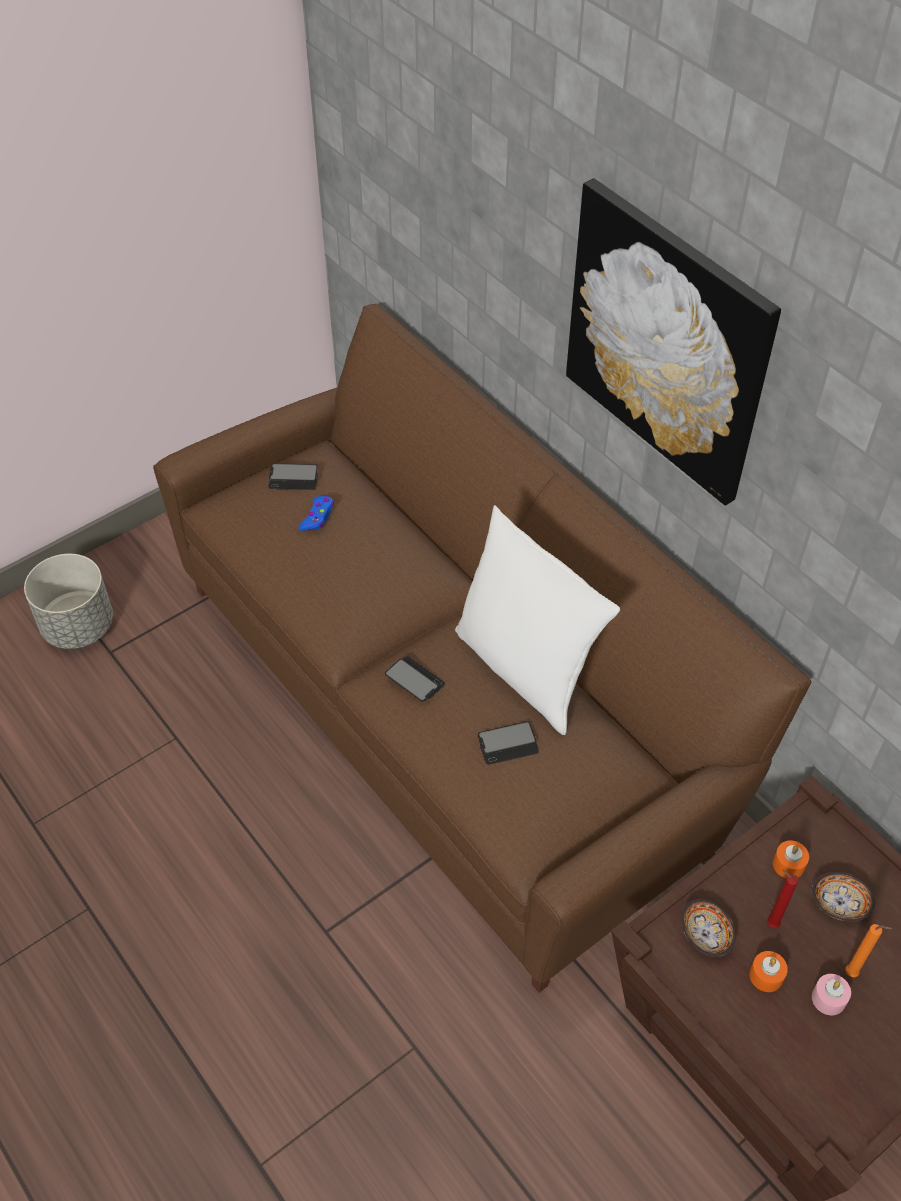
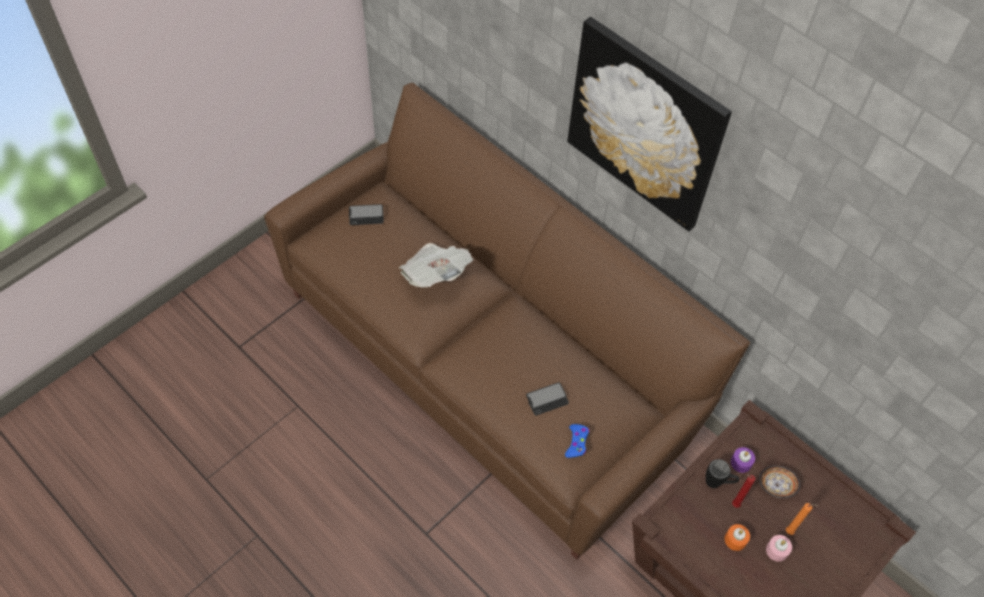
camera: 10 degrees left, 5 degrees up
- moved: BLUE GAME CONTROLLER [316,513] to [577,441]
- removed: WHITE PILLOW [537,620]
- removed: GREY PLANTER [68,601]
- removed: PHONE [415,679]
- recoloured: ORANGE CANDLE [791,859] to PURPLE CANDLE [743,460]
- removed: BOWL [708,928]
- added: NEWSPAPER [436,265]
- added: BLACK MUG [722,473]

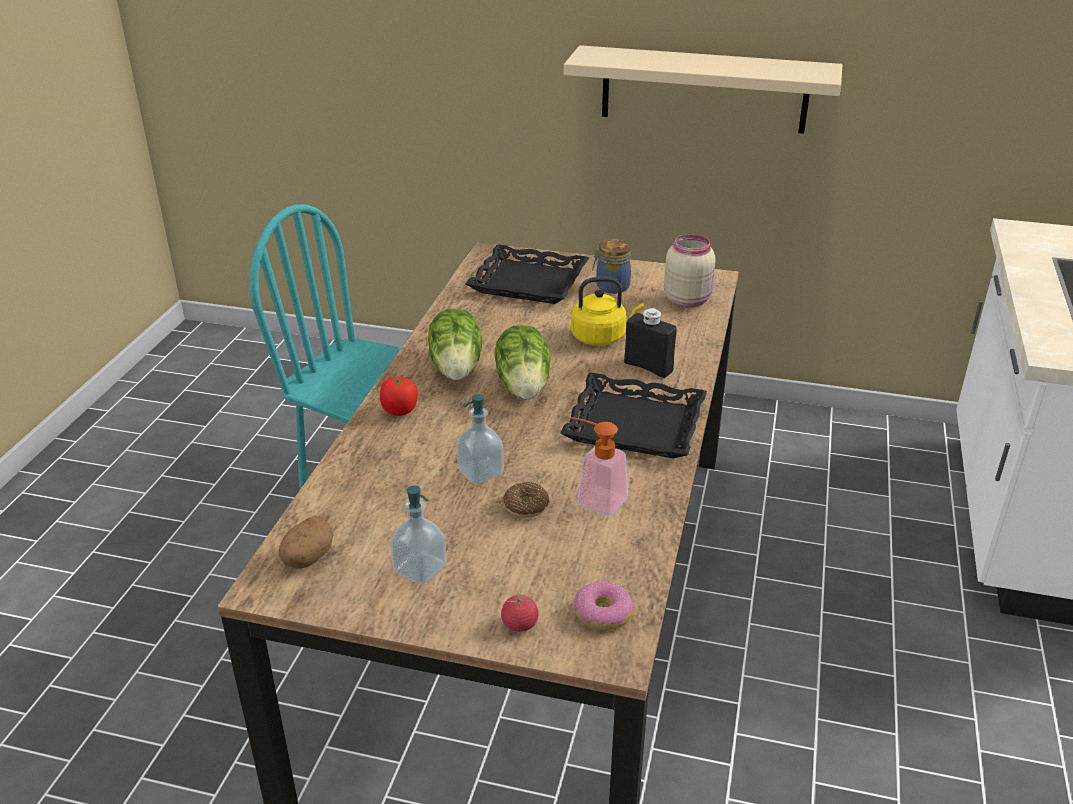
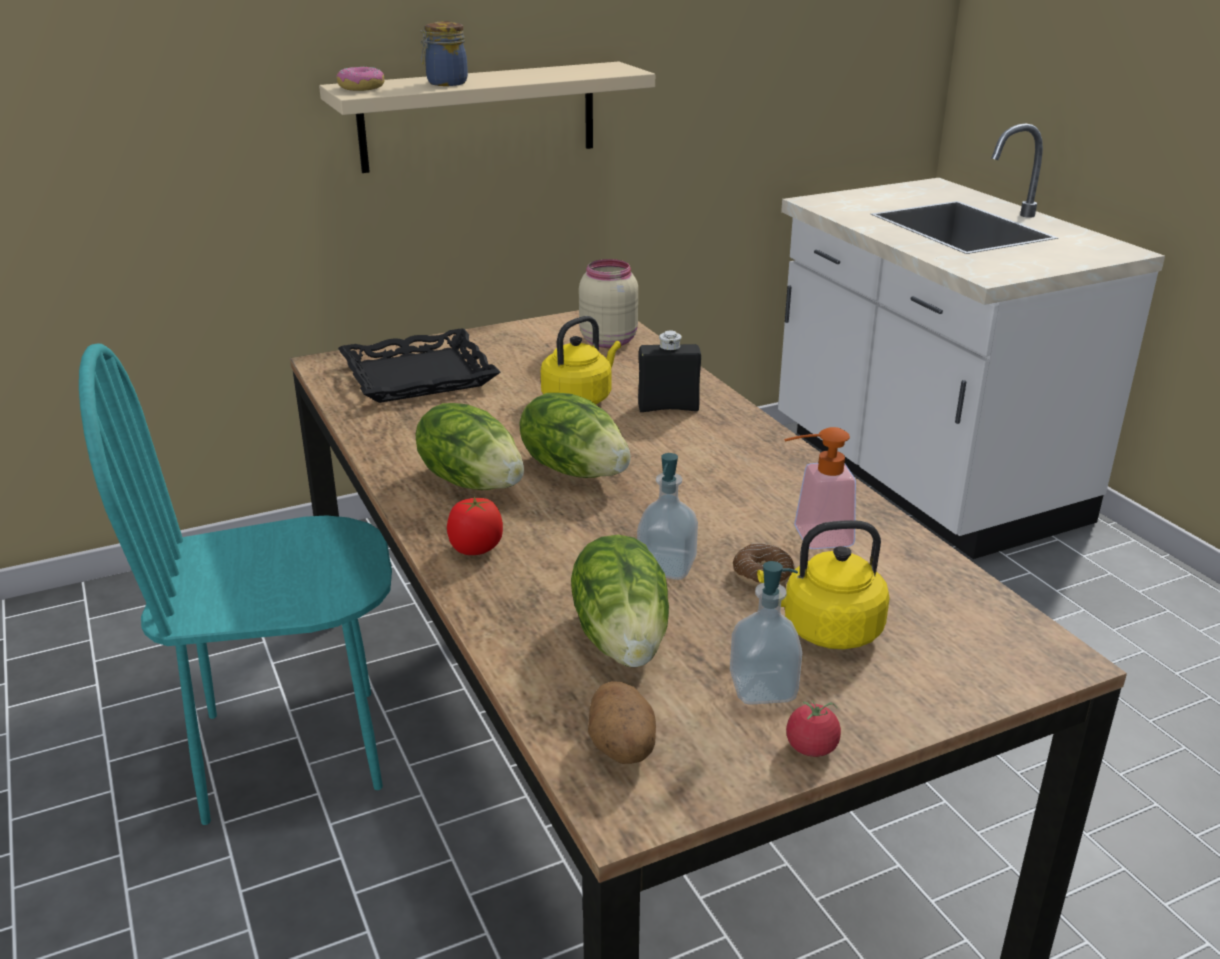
camera: 40 degrees left, 5 degrees down
- moved: JAR [611,266] to [444,53]
- removed: BLACK TRAY [633,415]
- moved: DONUT [604,606] to [360,78]
- moved: TOMATO [519,612] to [813,729]
- added: YELLOW KETTLE [823,584]
- added: LETTUCE [620,601]

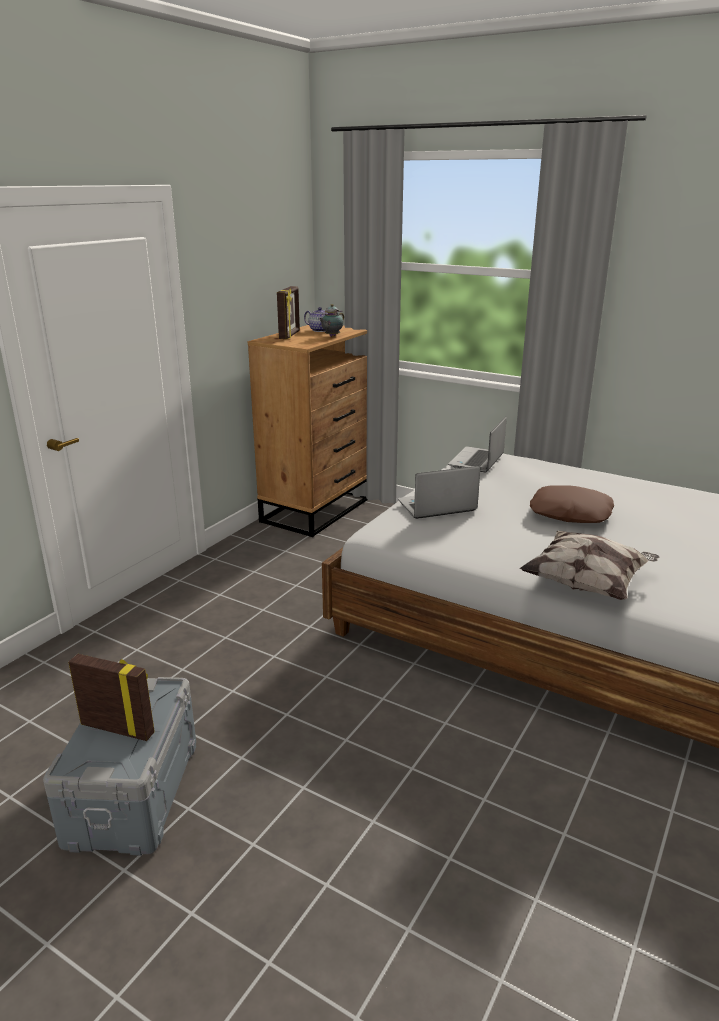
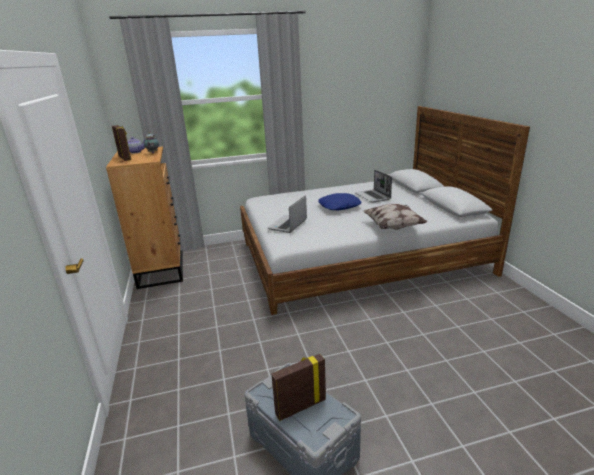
camera: 45 degrees left, 0 degrees up
- moved: LAPTOP [477,444] to [374,186]
- recoloured: BROWN PILLOW [572,504] to BLUE PILLOW [339,201]

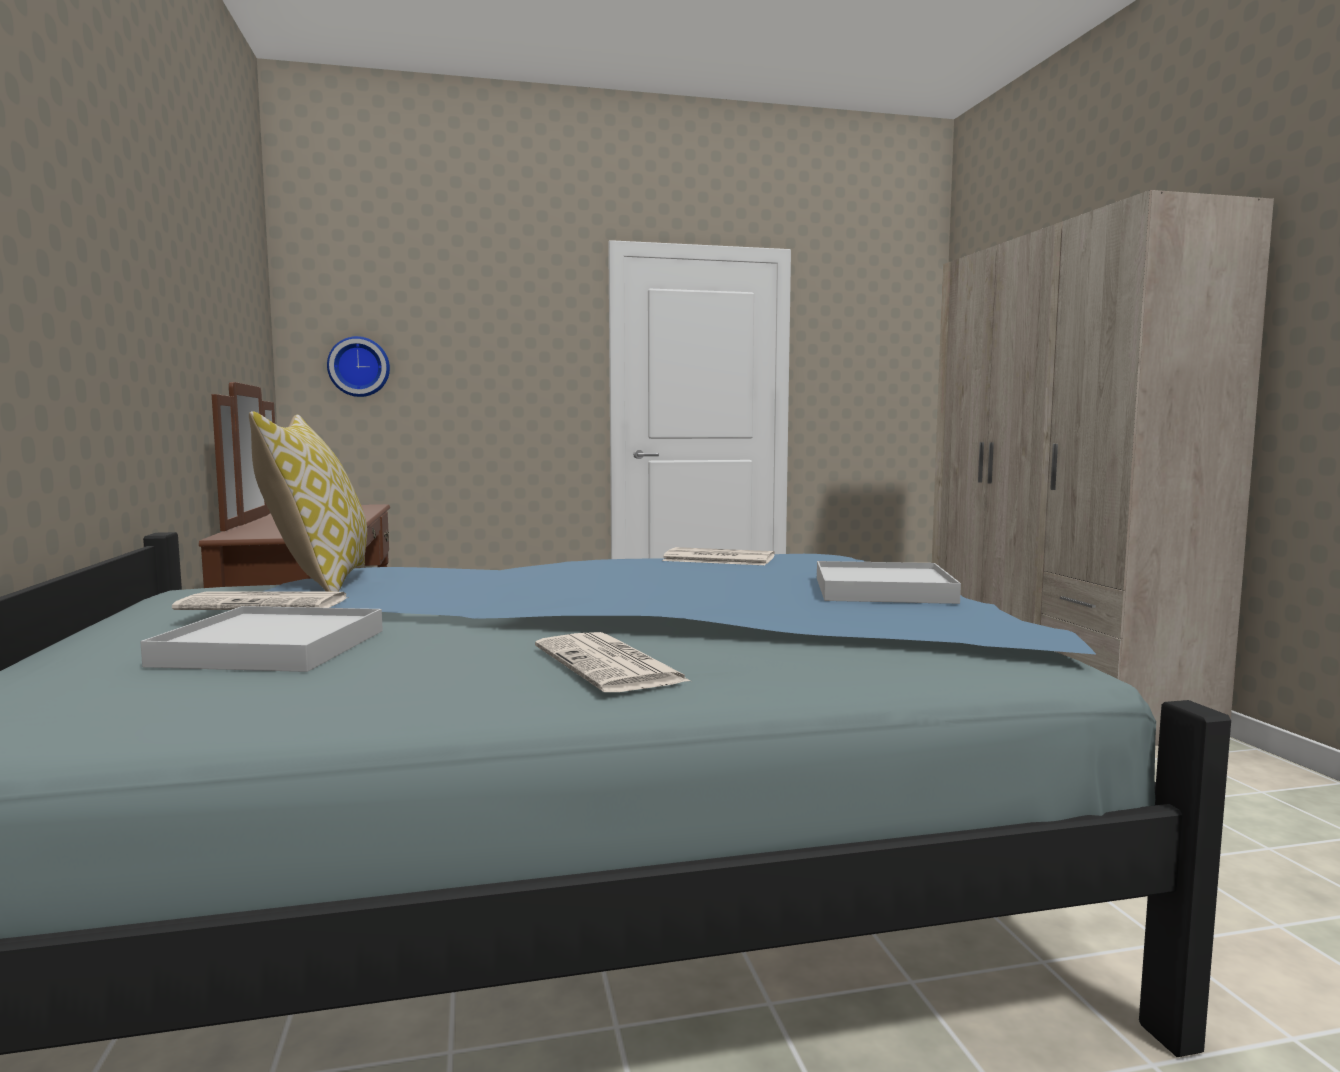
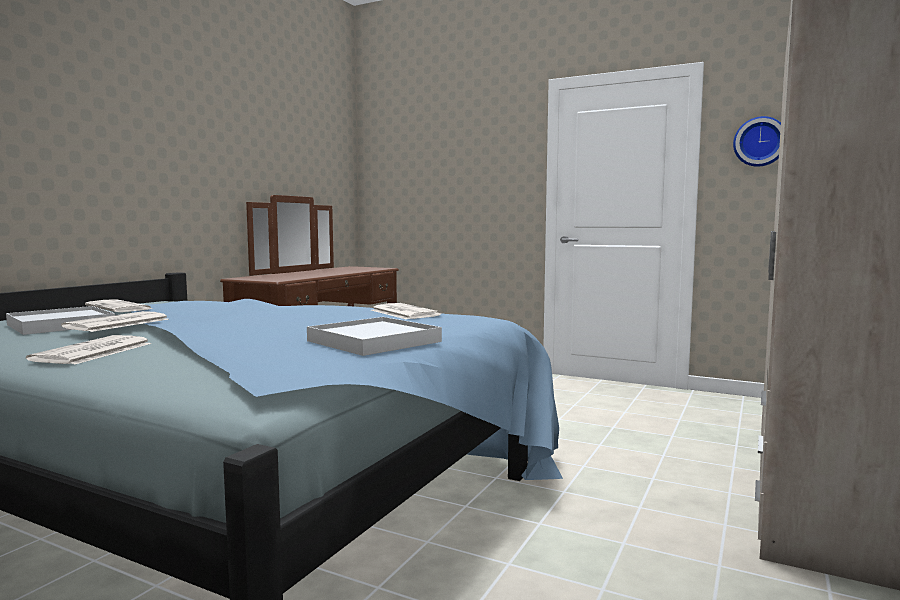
camera: 40 degrees right, 0 degrees up
- moved: WALL CLOCK [358,366] to [757,141]
- removed: PILLOW [308,501]
- added: NEWSPAPER [114,321]

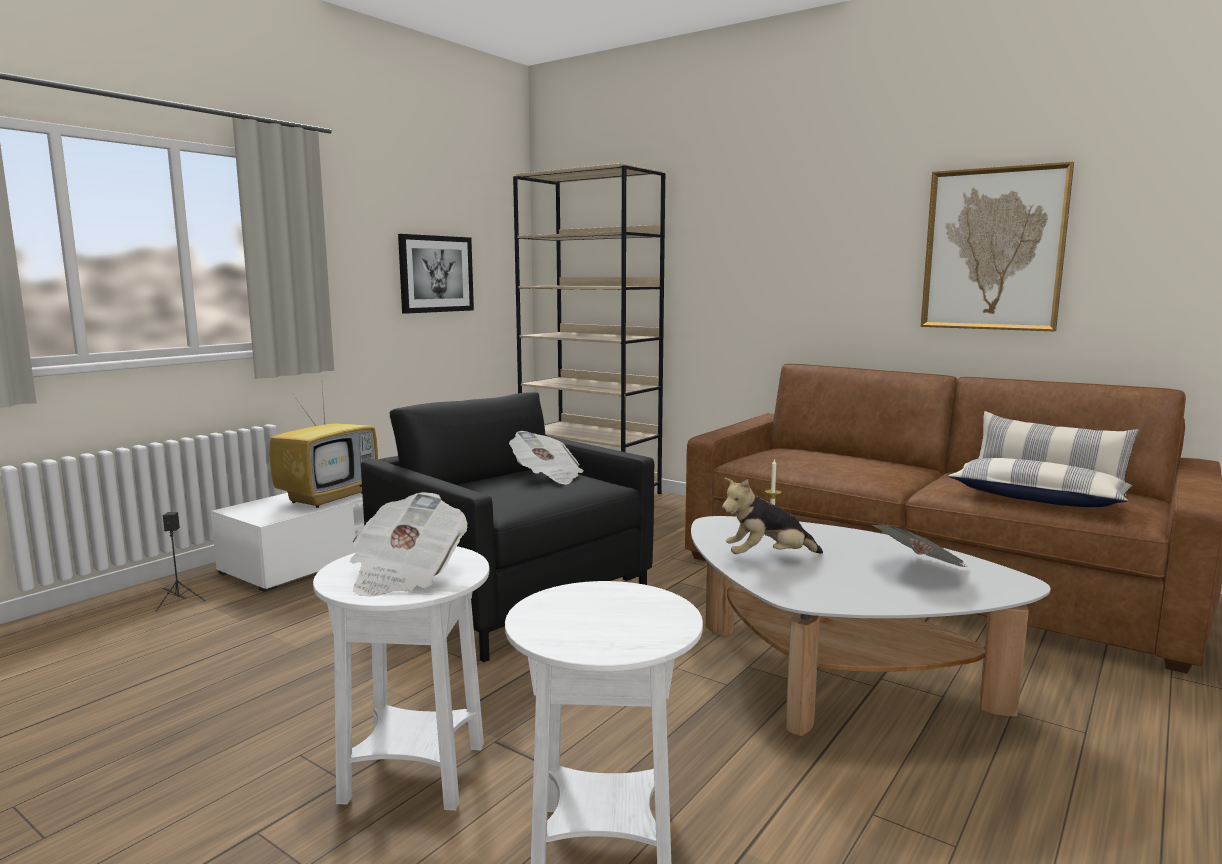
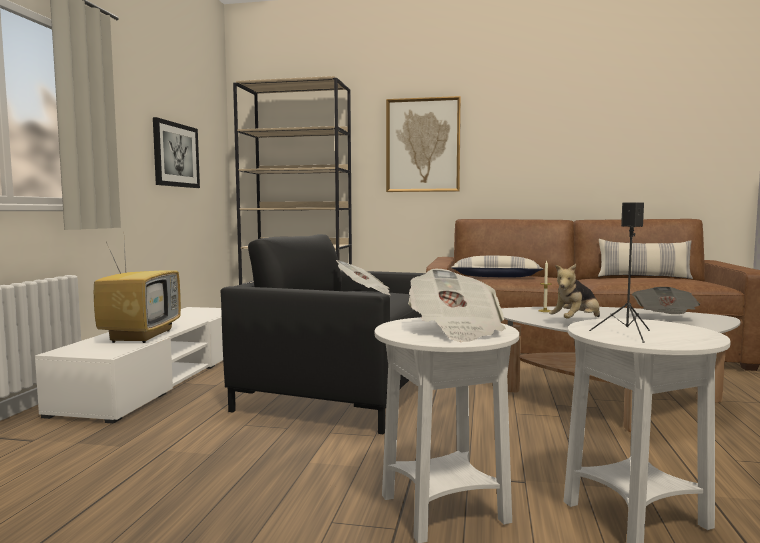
camera: 25 degrees left, 5 degrees down
- moved: PICTURE [997,246] to [423,144]
- moved: PILLOW [1040,482] to [497,267]
- moved: BLACK SPEAKER [181,561] to [619,272]

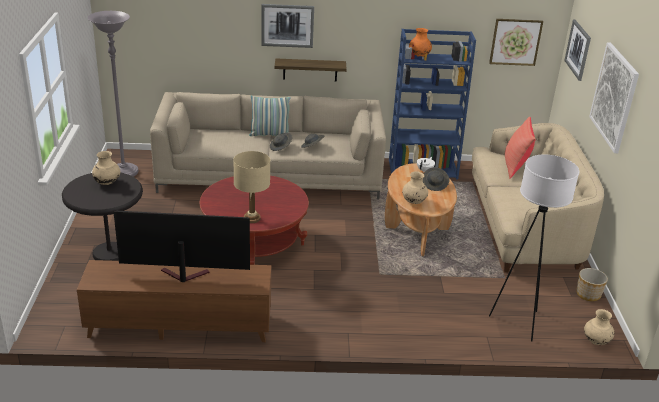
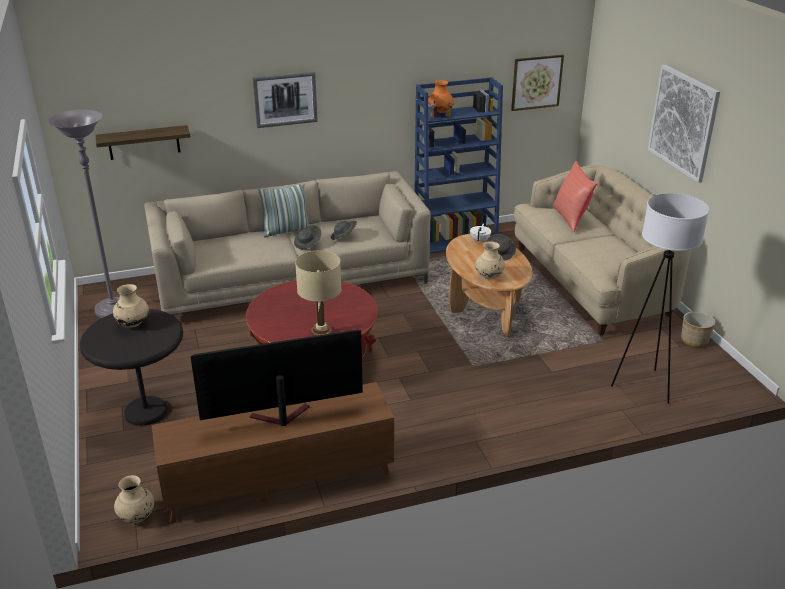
camera: 15 degrees left, 0 degrees up
- removed: PICTURE [577,50]
- moved: SHELF [311,69] to [143,142]
- moved: BEIGE VASE [599,327] to [134,499]

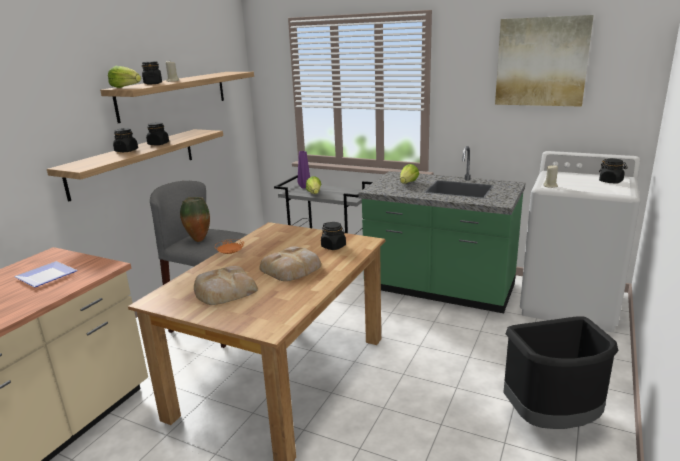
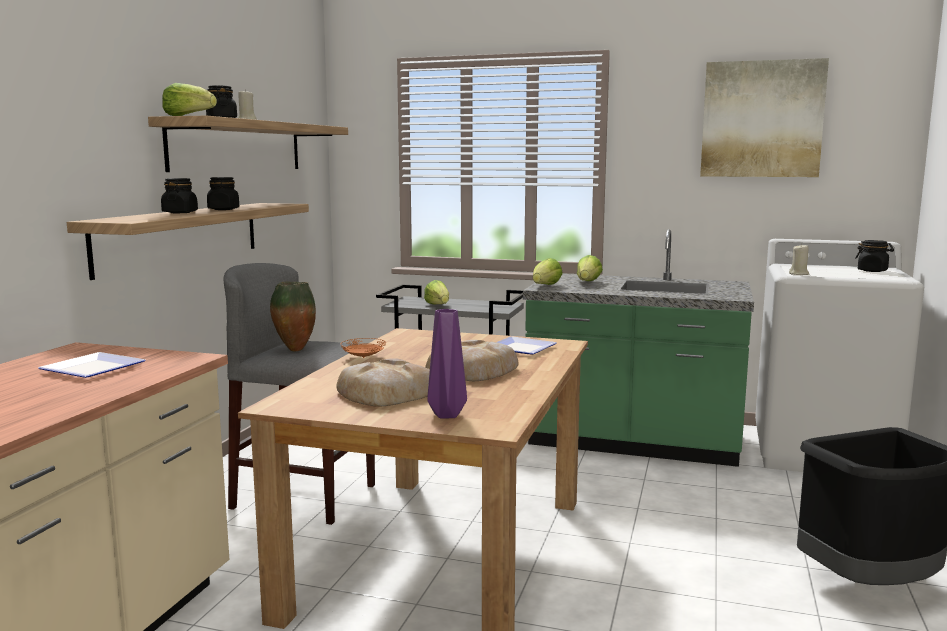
camera: 10 degrees left, 10 degrees down
- moved: PURPLE VASE [303,169] to [447,363]
- replaced: BLACK JAR [333,236] to PLATE [527,345]
- added: LETTUCE [548,271]

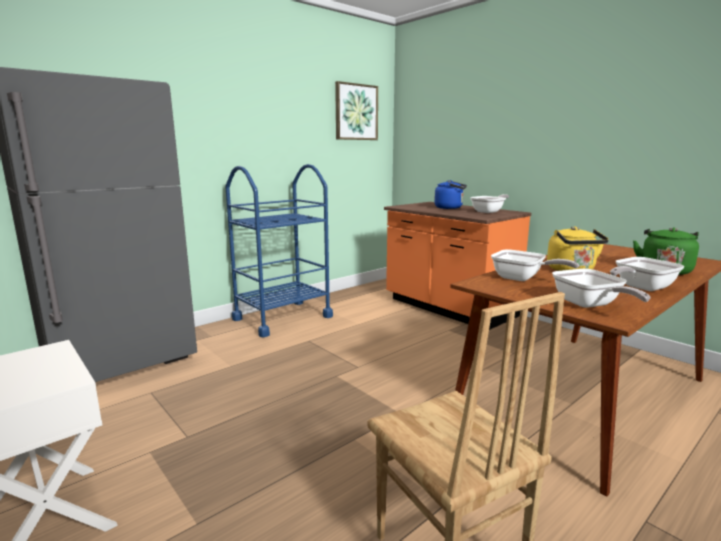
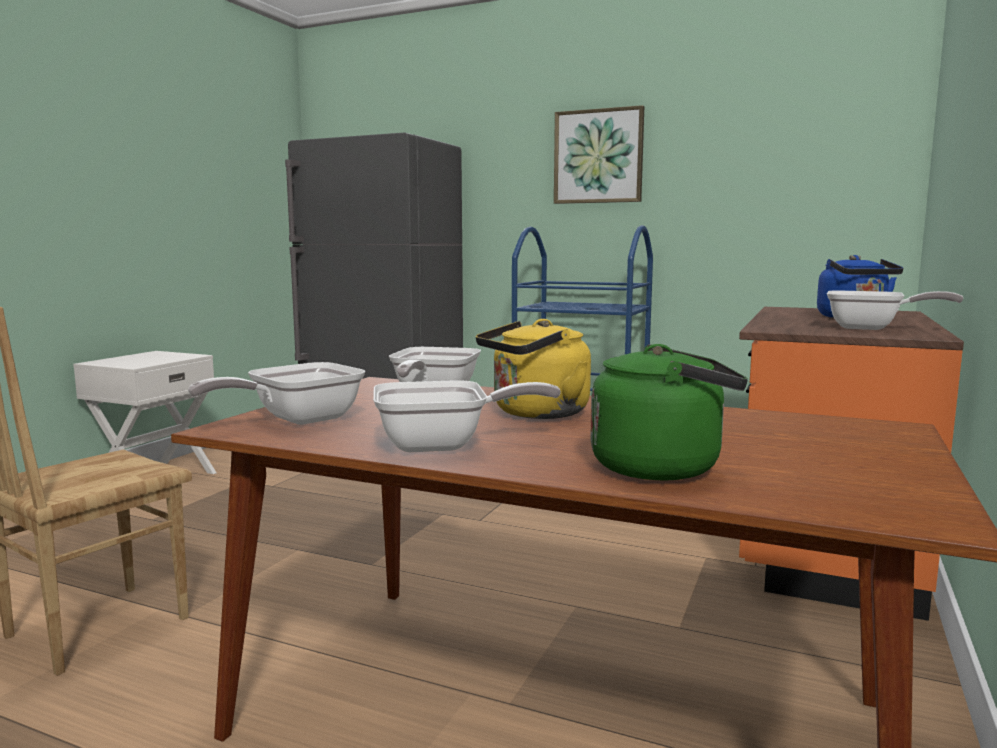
camera: 65 degrees right, 5 degrees down
- moved: PICTURE [356,110] to [599,154]
- turned: FRYING PAN [647,274] = [467,416] 135 degrees clockwise

